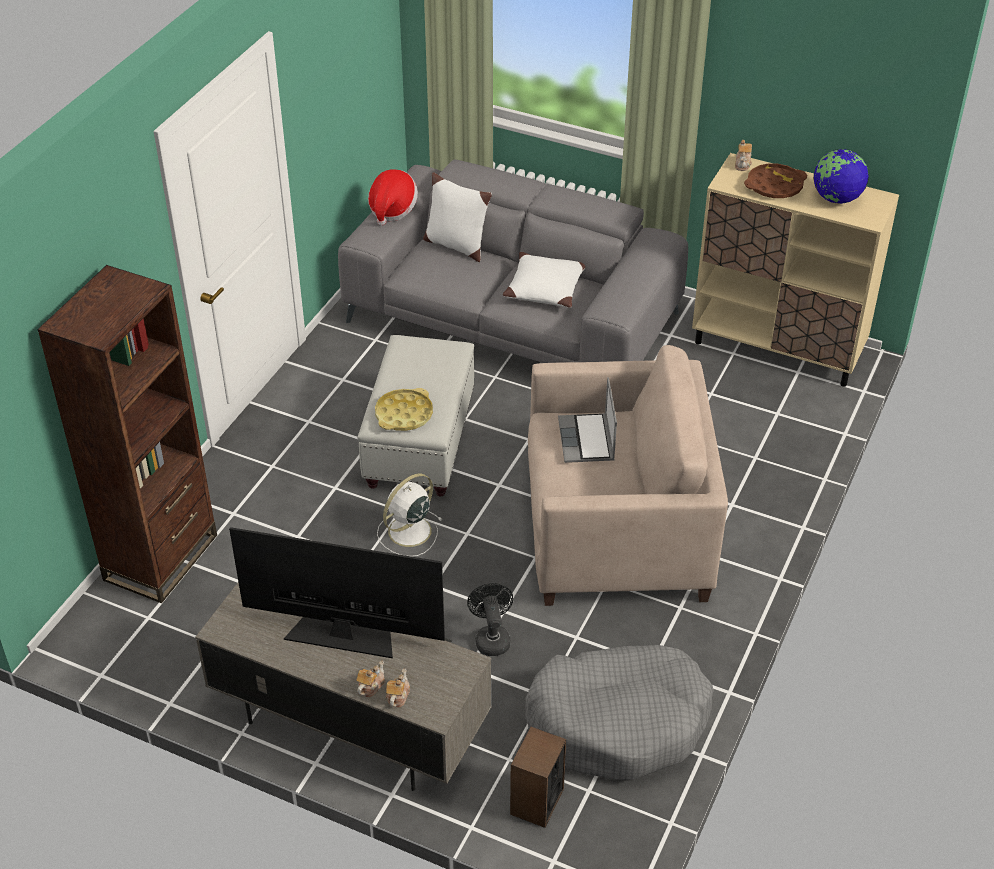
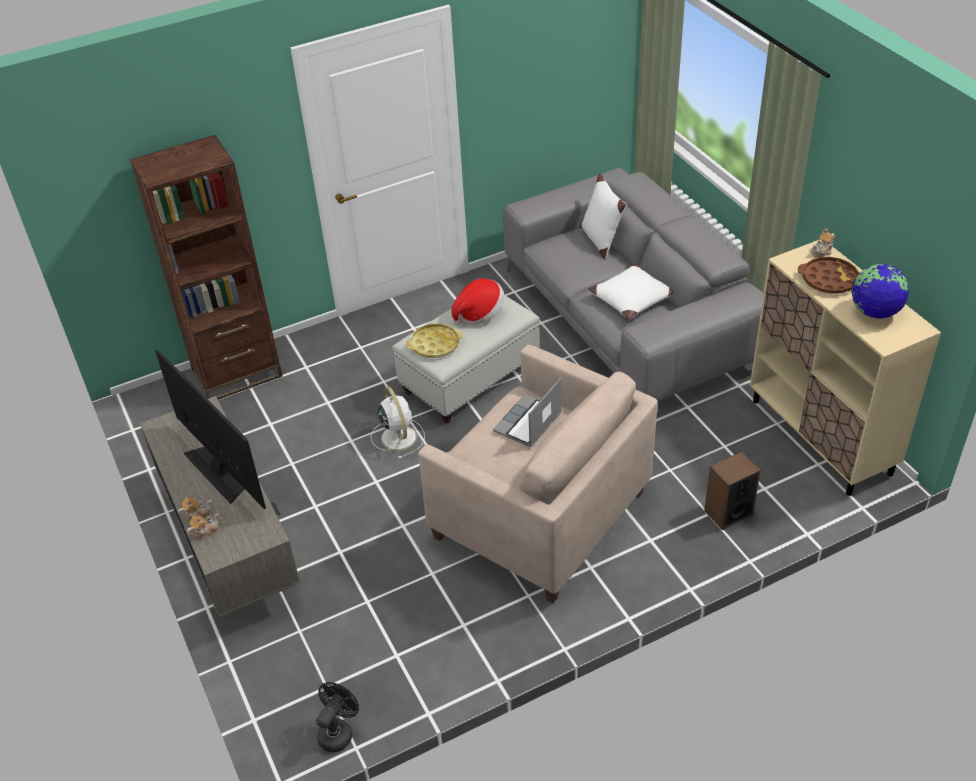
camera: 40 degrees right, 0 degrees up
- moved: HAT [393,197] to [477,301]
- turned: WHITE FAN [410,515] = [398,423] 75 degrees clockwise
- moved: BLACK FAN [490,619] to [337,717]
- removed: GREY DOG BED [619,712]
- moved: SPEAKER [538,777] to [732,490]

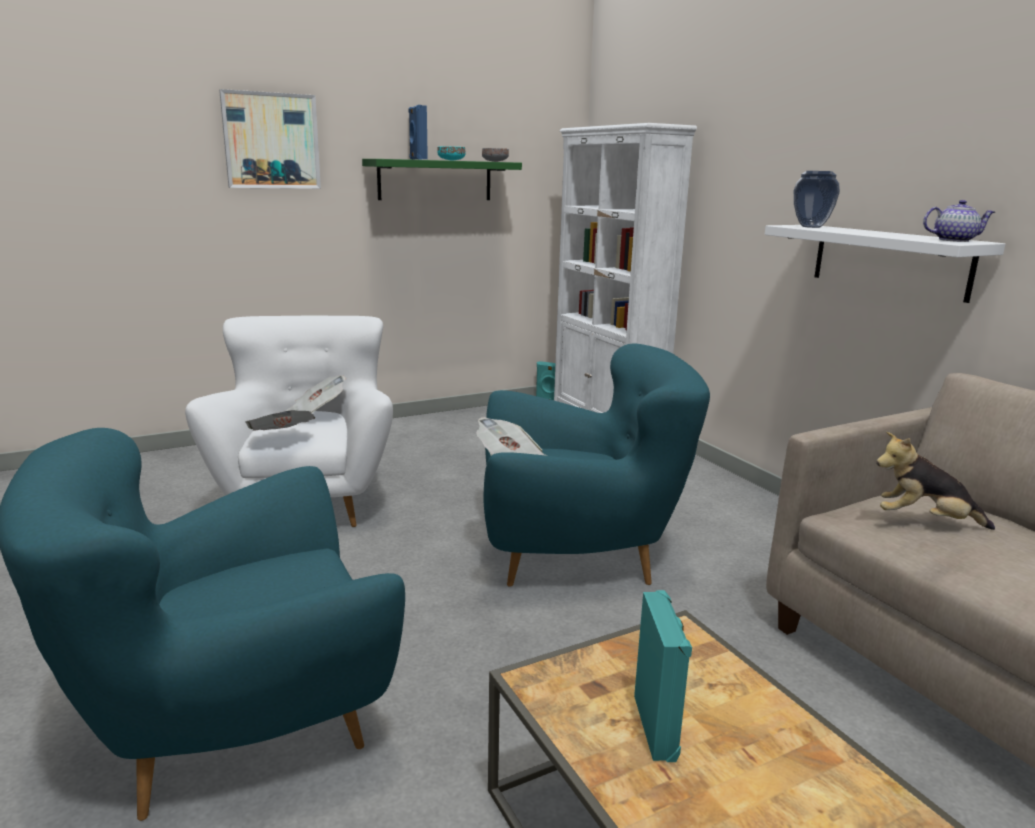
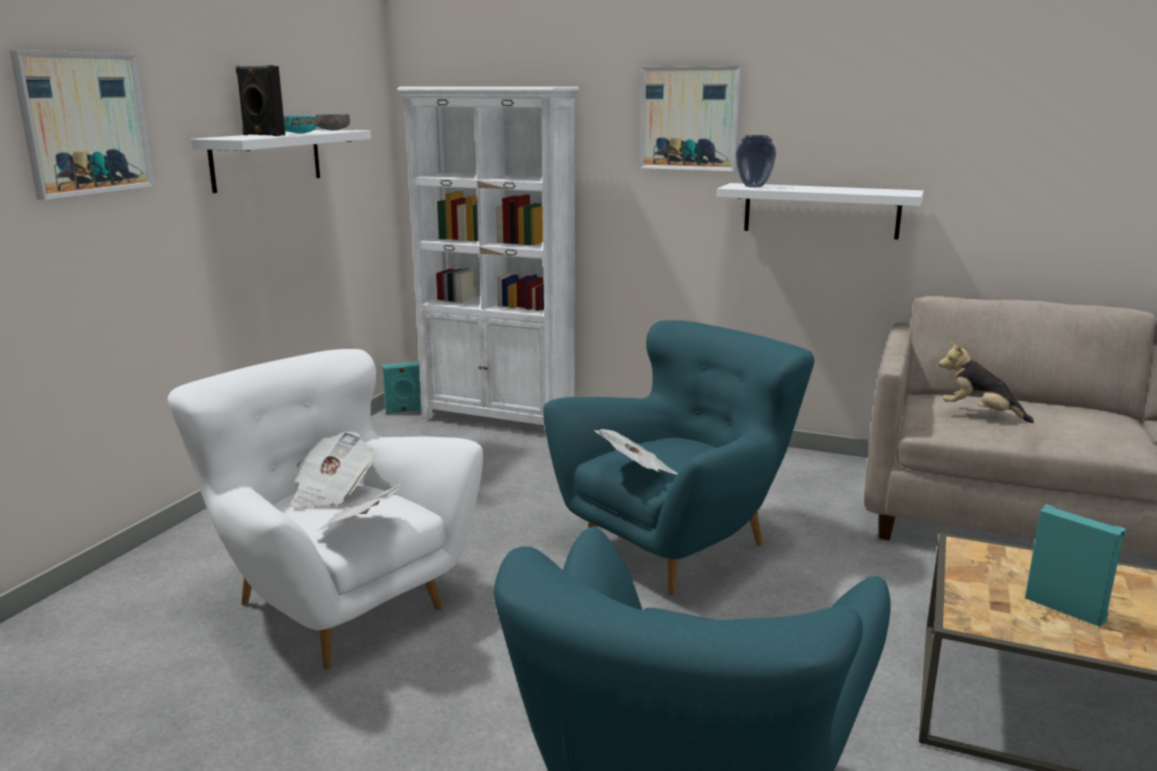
camera: 40 degrees left, 0 degrees up
- recoloured: BLUE SPEAKER [418,132] to BLACK SPEAKER [260,100]
- recoloured: GREEN SHELF [442,179] to WHITE SHELF [281,161]
- removed: TEAPOT [959,221]
- turned: PLUSH TOY [935,481] = [986,382] 60 degrees clockwise
- added: PICTURE [691,118]

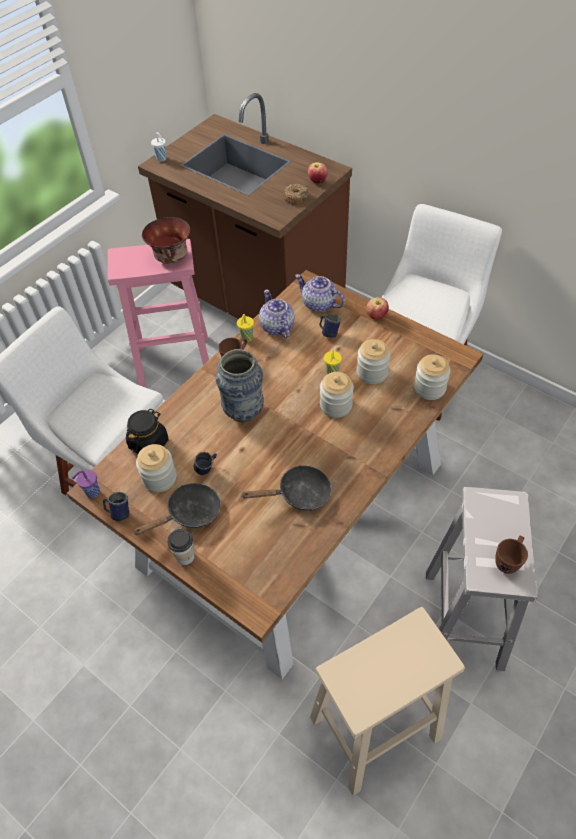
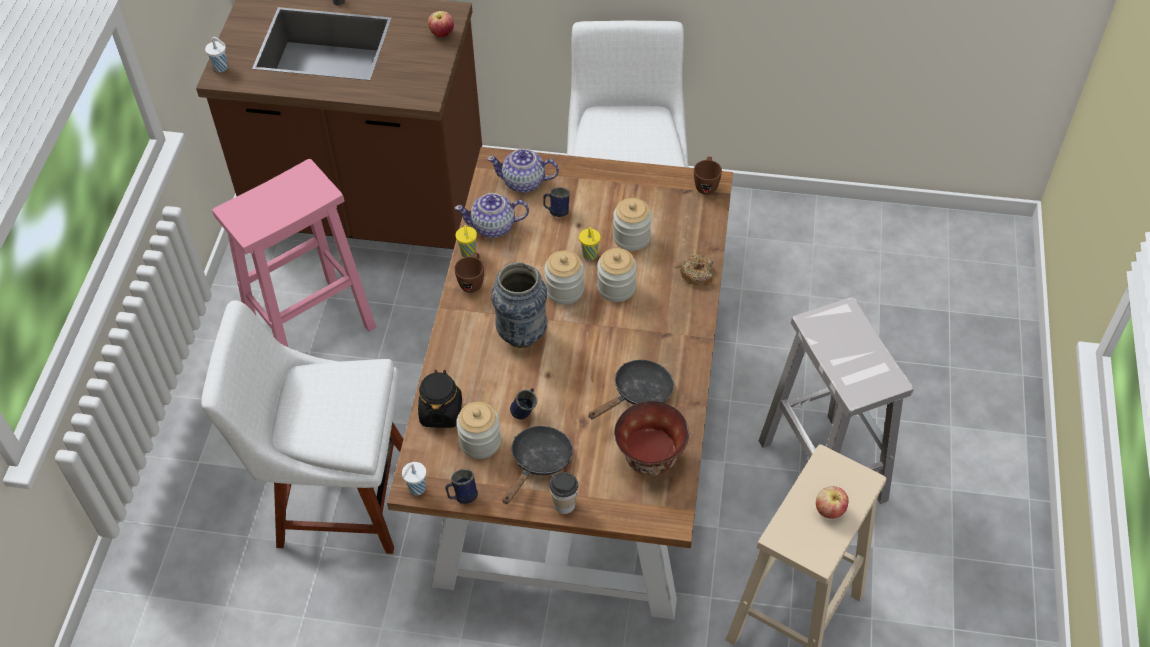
camera: 30 degrees left, 0 degrees up
- moved: DONUT [296,193] to [696,270]
- moved: BOWL [166,240] to [651,438]
- turned: TEAPOT [277,313] = [492,215] 45 degrees counterclockwise
- moved: APPLE [377,308] to [832,502]
- moved: JAR [432,377] to [564,277]
- recoloured: PURPLE CUP [86,484] to WHITE CUP [414,479]
- moved: BROWN MUG [511,555] to [708,176]

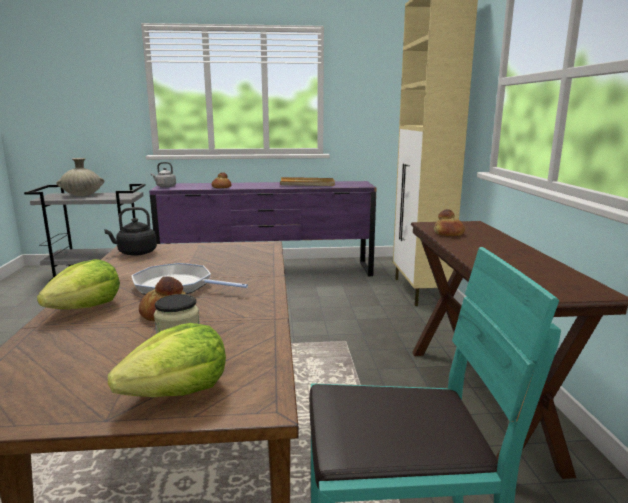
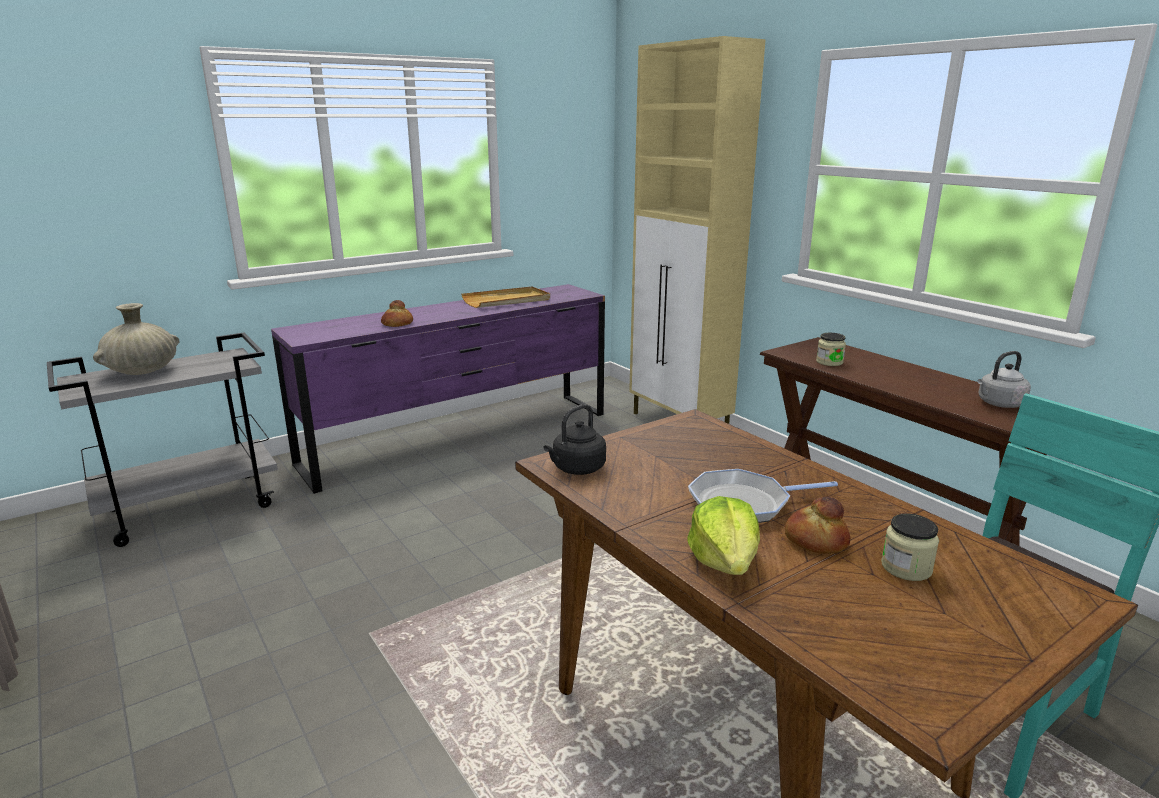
camera: 30 degrees left, 5 degrees up
- moved: GREY KETTLE [163,175] to [1004,379]
- replaced: BREAD [449,222] to JAR [831,349]
- removed: LETTUCE [167,360]

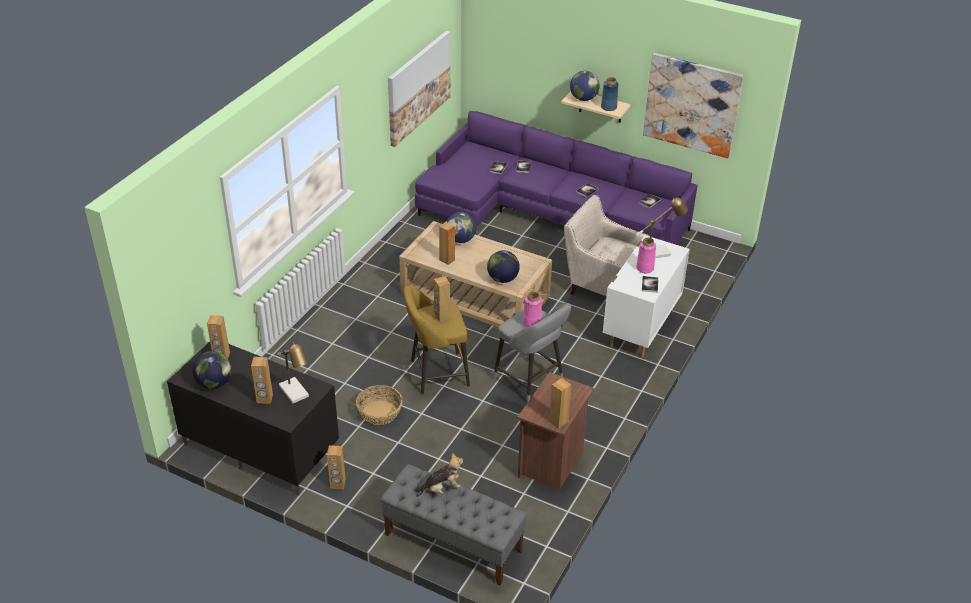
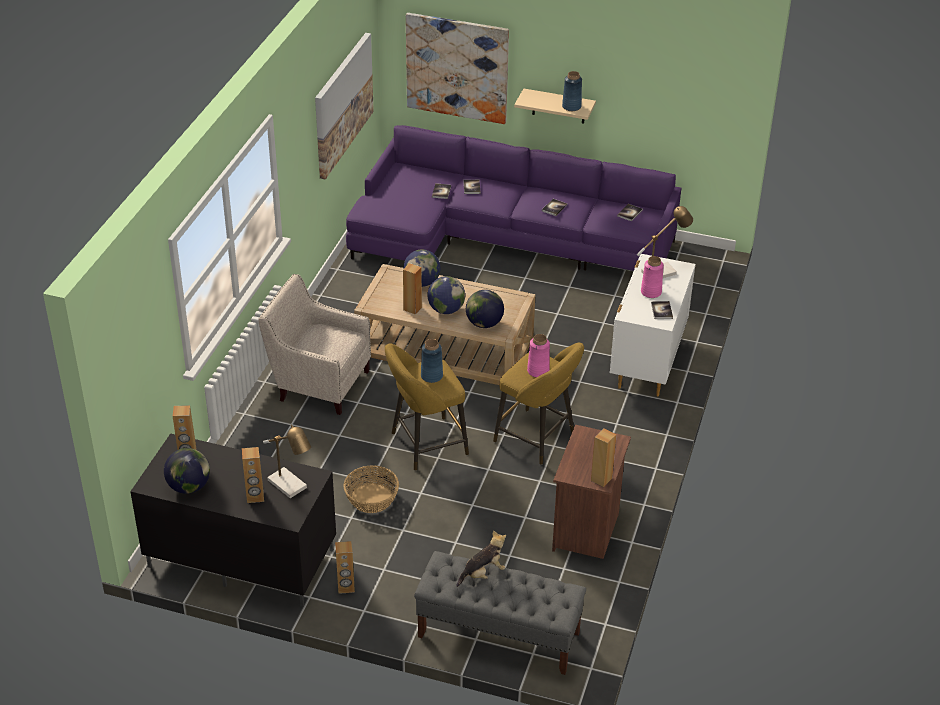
camera: 10 degrees left, 0 degrees up
- moved: PICTURE [693,105] to [457,68]
- moved: GLOBE [585,86] to [446,295]
- moved: BEIGE ARMCHAIR [607,245] to [314,344]
- replaced: BROWN SPEAKER [442,299] to BLUE VASE [432,361]
- recoloured: GREY STOOL [532,353] to YELLOW STOOL [538,404]

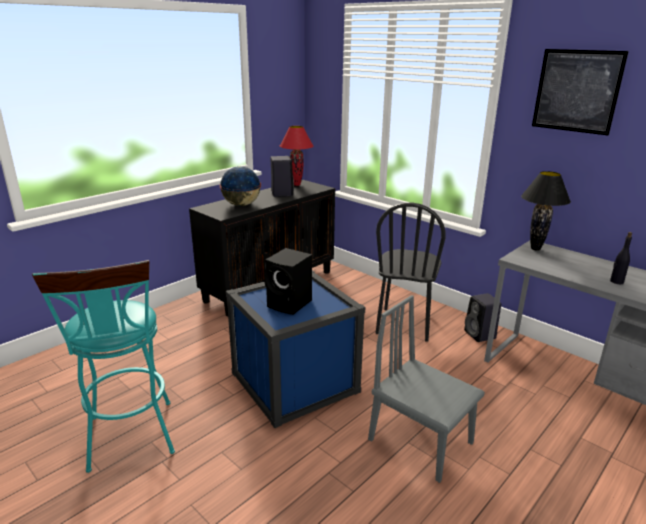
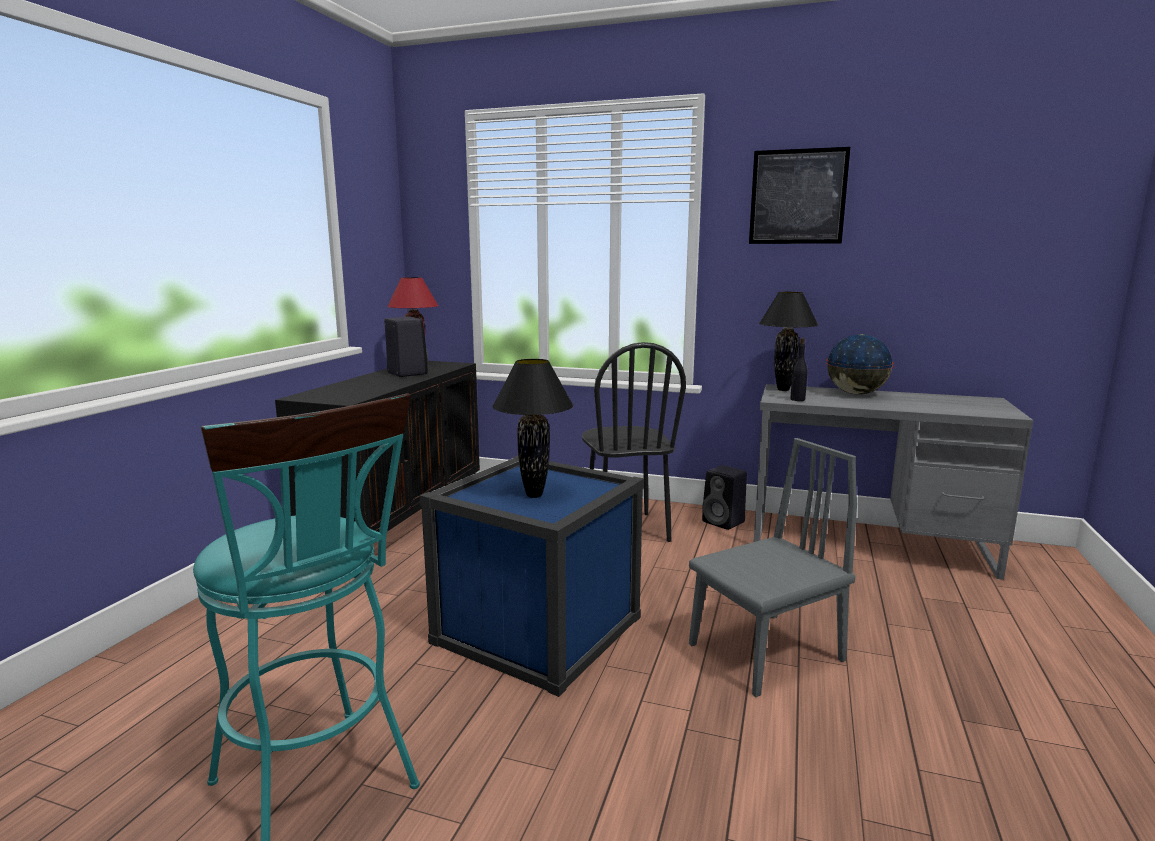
camera: 25 degrees left, 10 degrees down
- moved: GLOBE [240,186] to [860,364]
- moved: BLACK BOTTLE [621,258] to [799,369]
- replaced: BLACK SPEAKER [288,281] to BLACK TABLE LAMP [532,428]
- turned: GREY CHAIR [426,389] = [773,567] 135 degrees clockwise

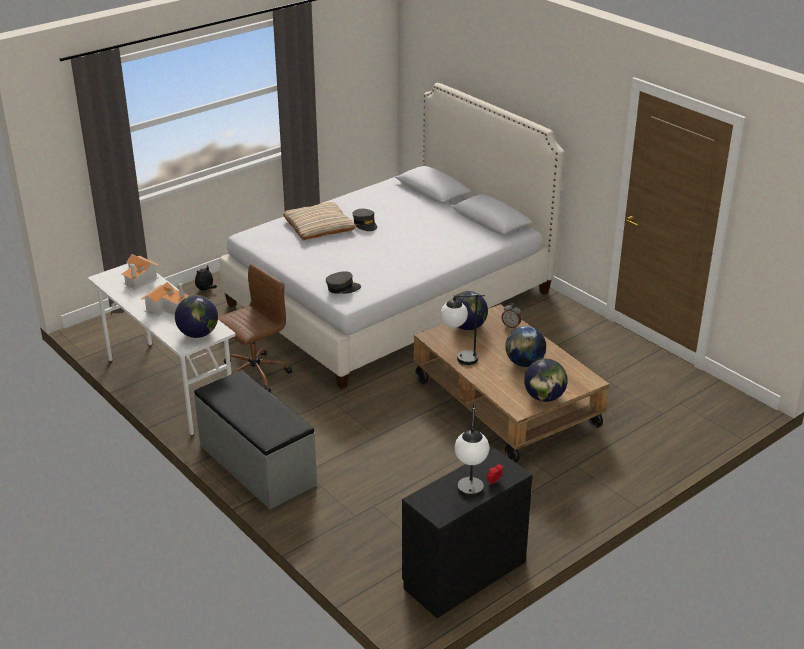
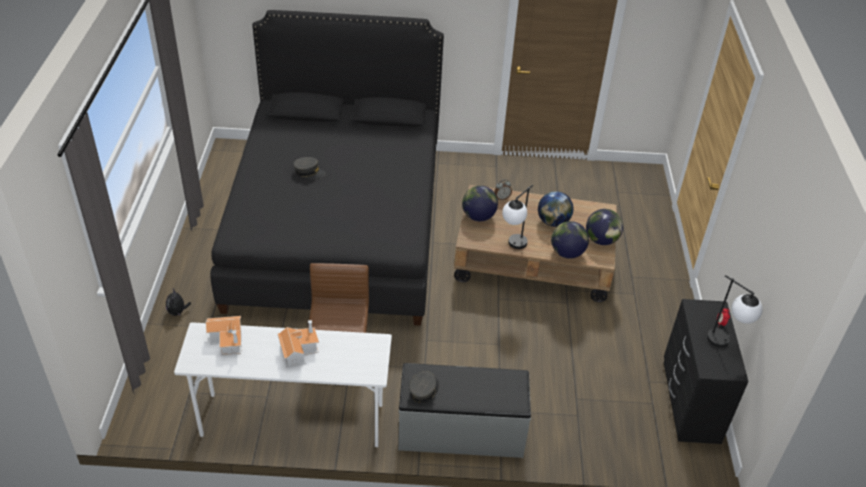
camera: 50 degrees left, 10 degrees up
- recoloured: WHITE BED [392,236] to BLACK BED [327,168]
- removed: BEIGE PILLOW [319,221]
- moved: GREY CAP [343,282] to [424,387]
- moved: GLOBE [196,316] to [570,240]

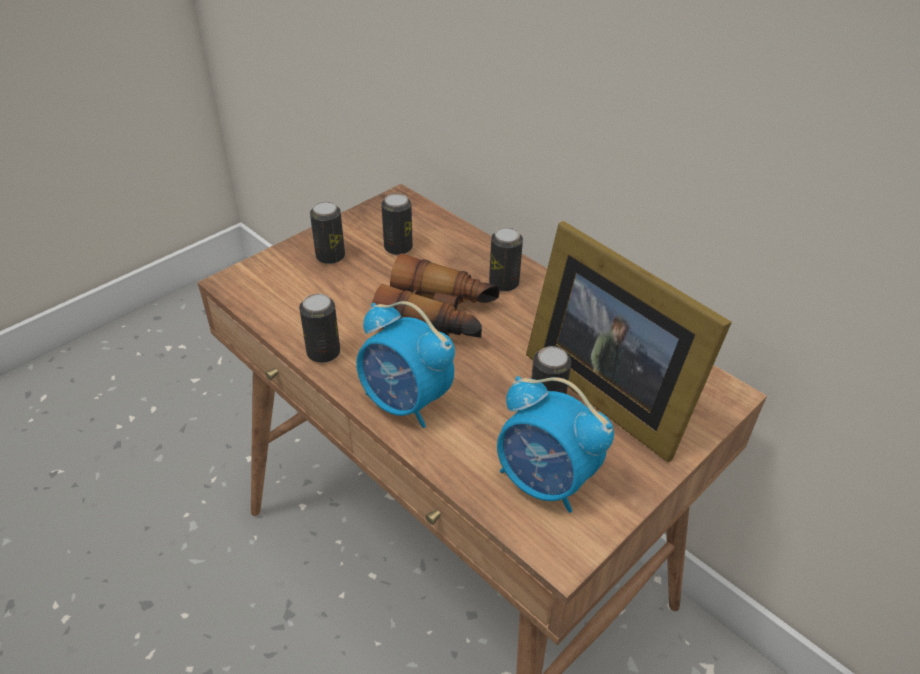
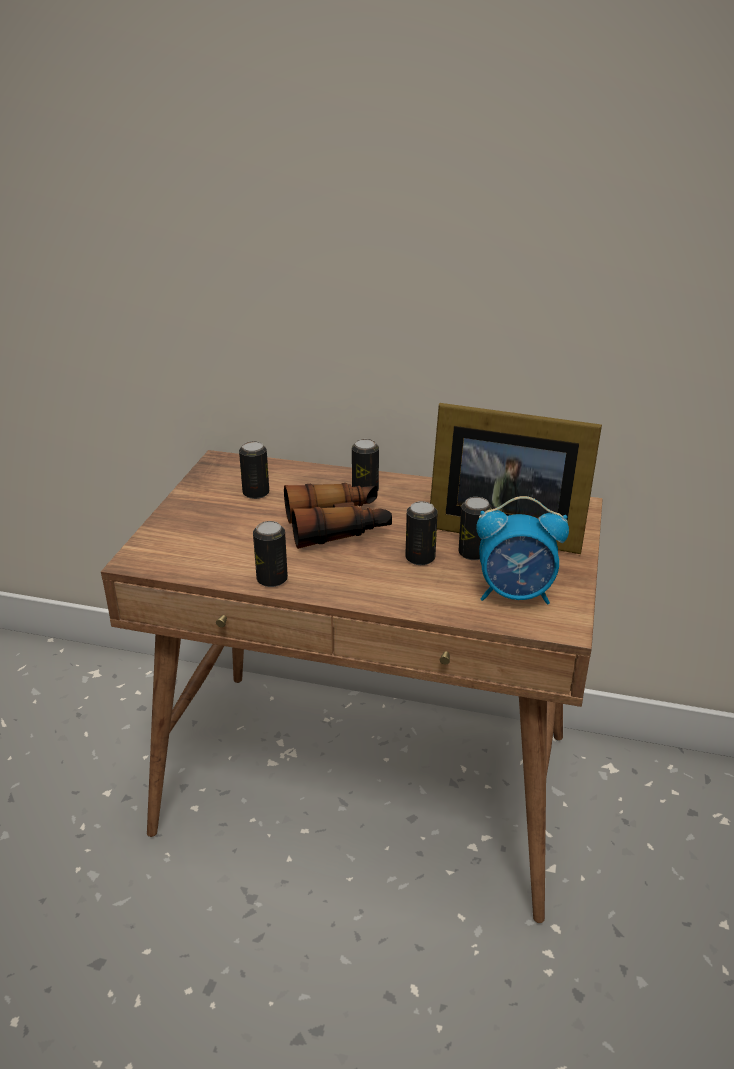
camera: 30 degrees left, 10 degrees down
- moved: CAN [327,232] to [421,533]
- removed: ALARM CLOCK [405,364]

